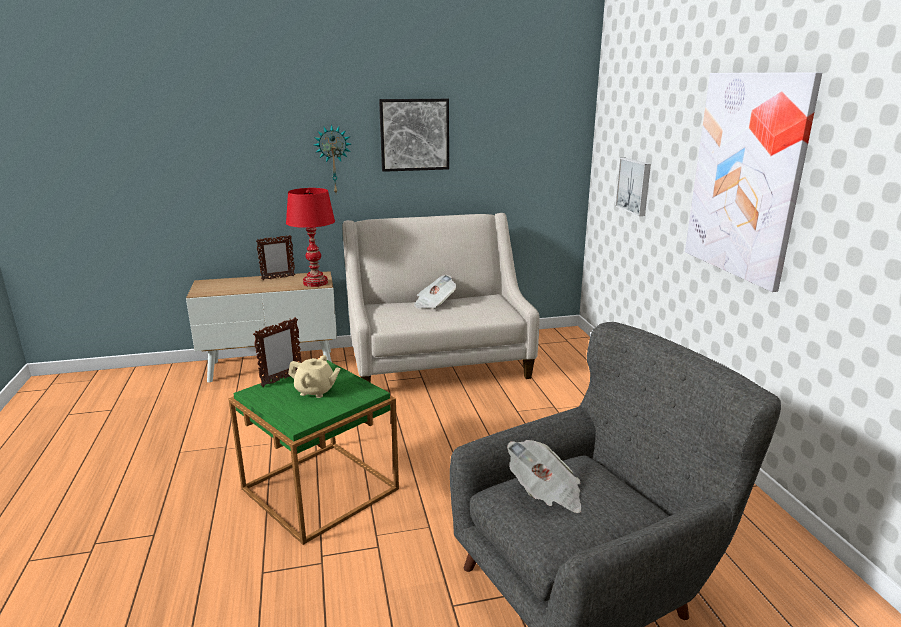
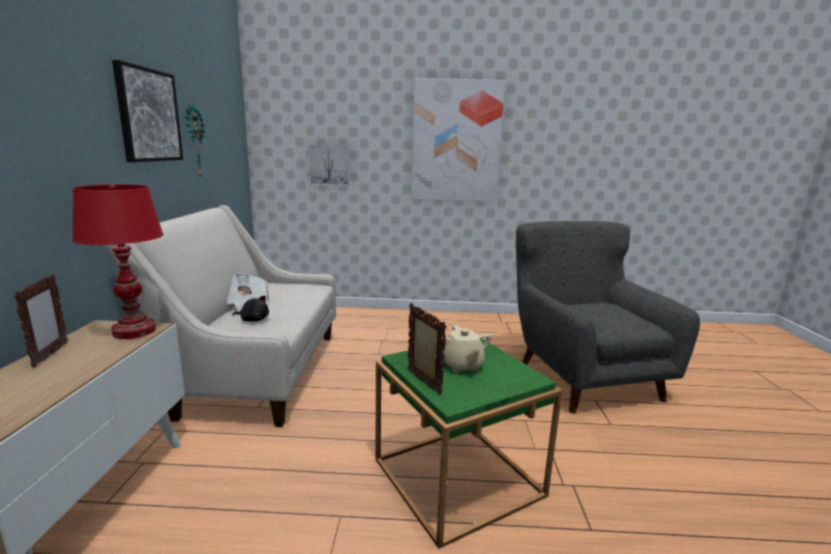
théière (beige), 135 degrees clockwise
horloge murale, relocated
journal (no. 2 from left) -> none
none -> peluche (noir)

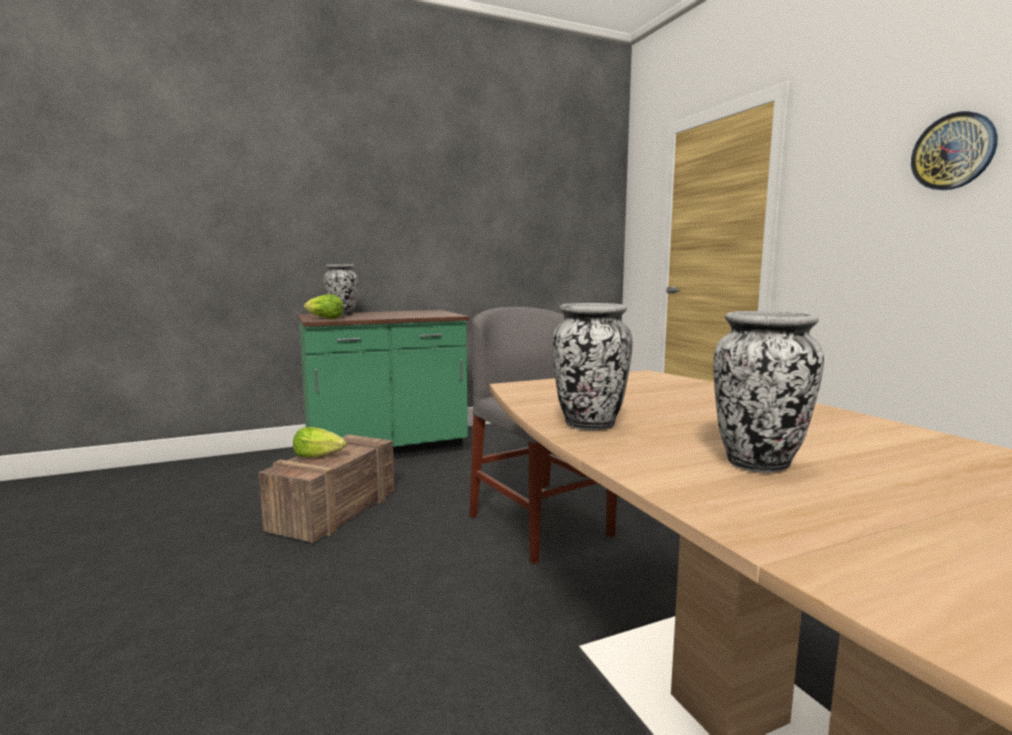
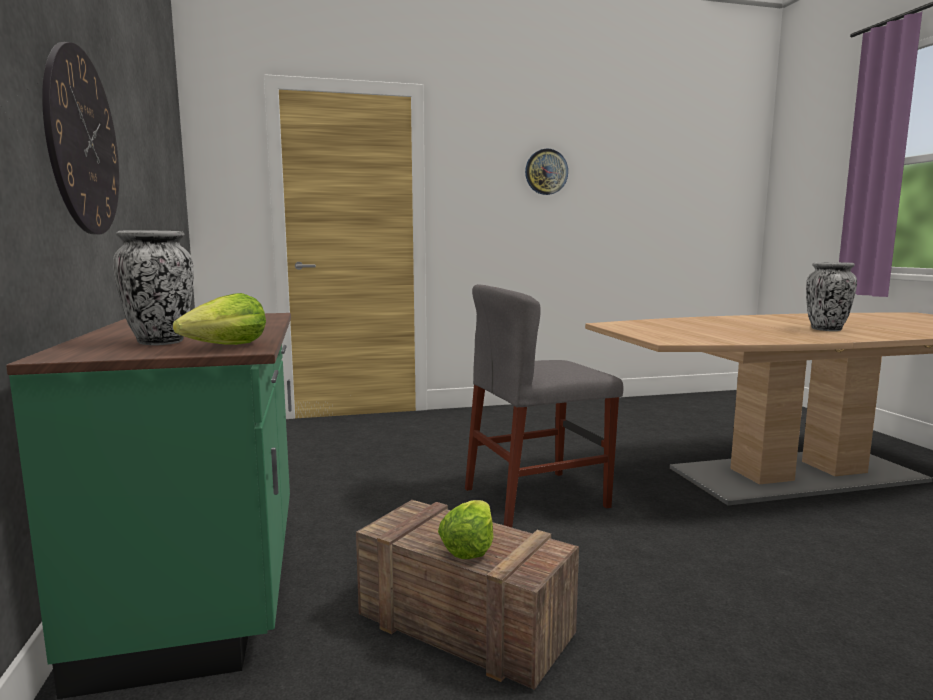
vase (no. 2 from left) -> none
none -> horloge murale (no. 1 from left)

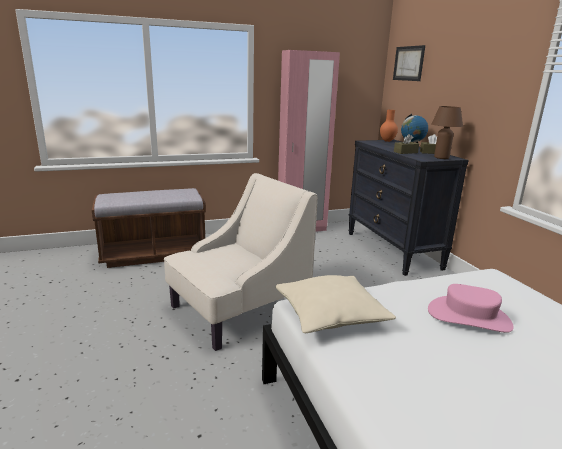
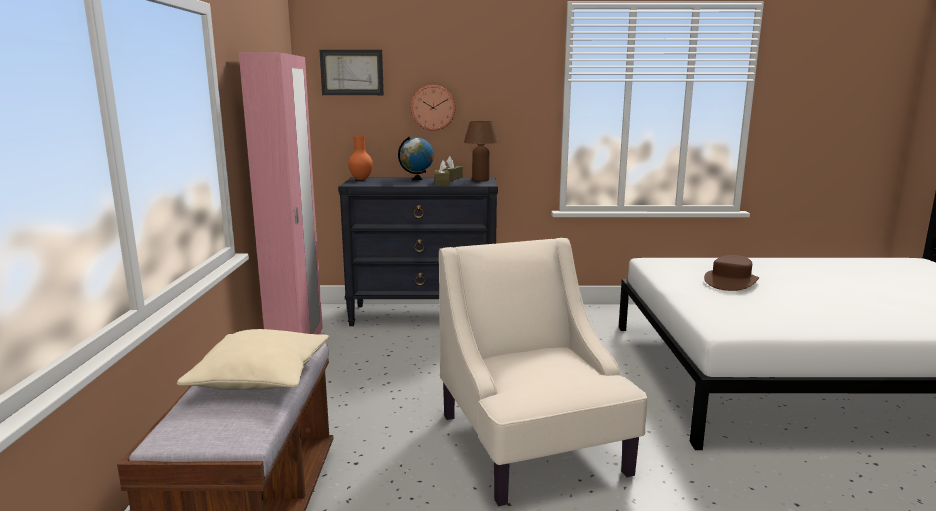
coussin (beige), relocated
chapeau (rose) -> chapeau (marron)
none -> horloge murale

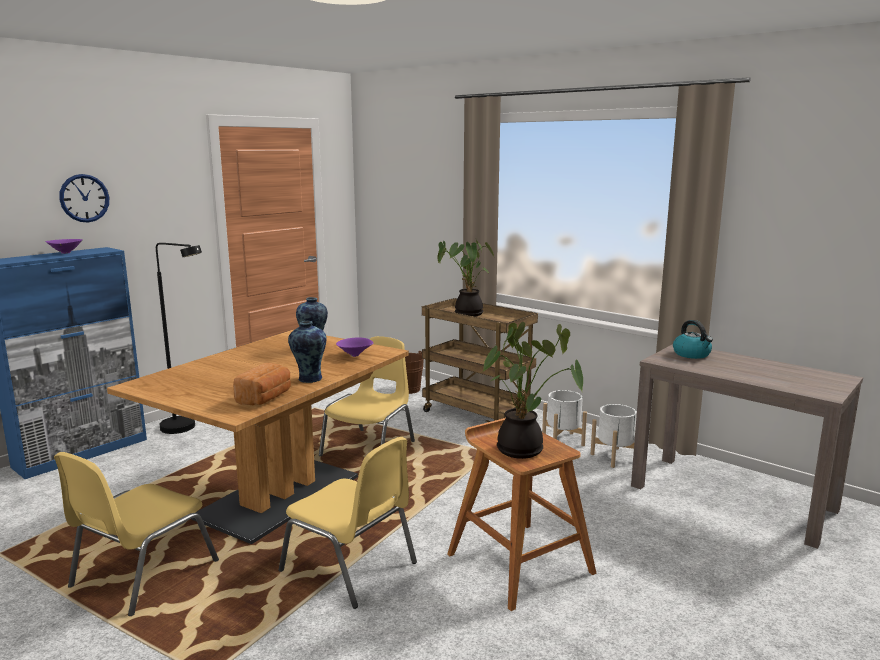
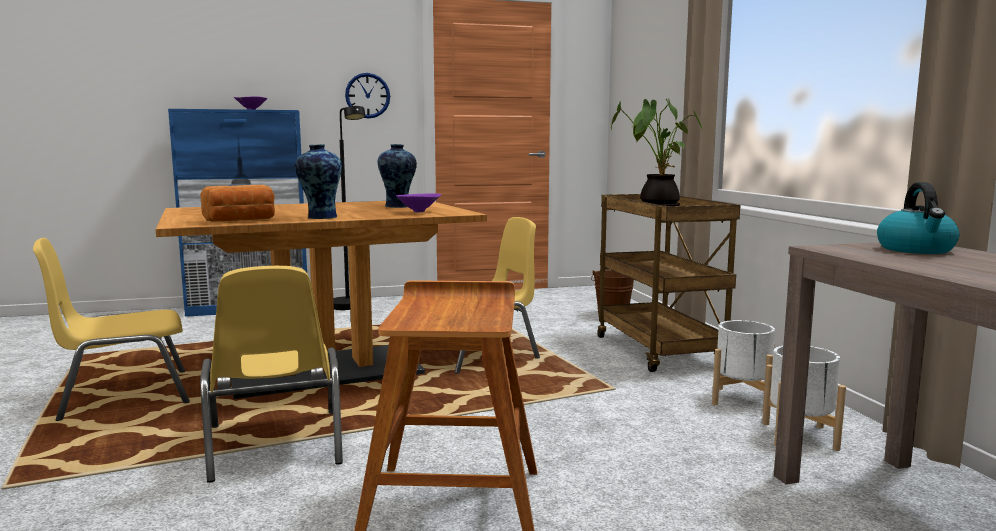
horloge murale, relocated
plante en pot (no. 2 from left) -> none

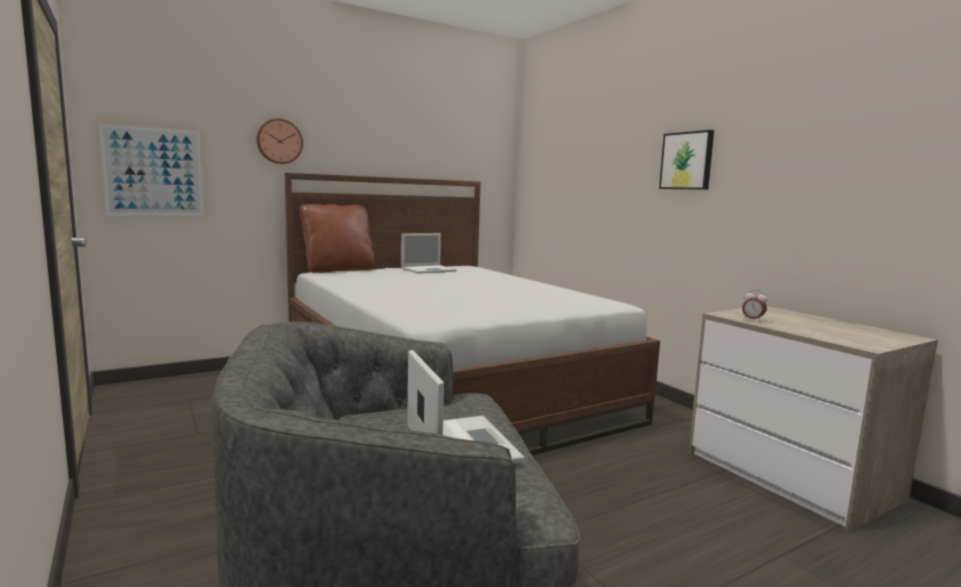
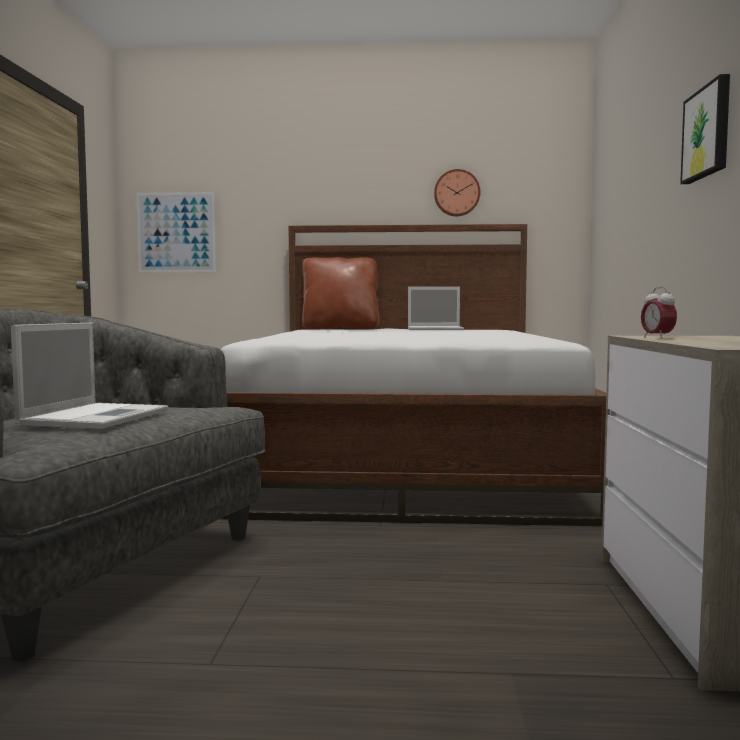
horloge murale, relocated

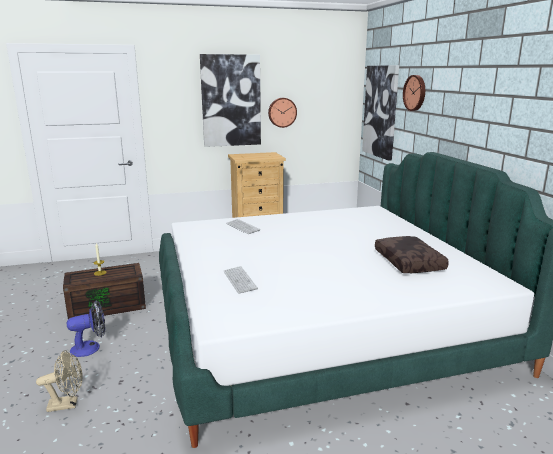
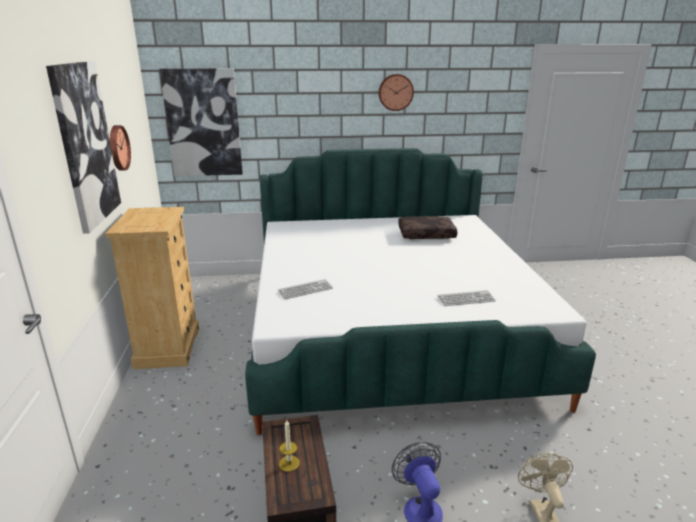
horloge murale (no. 2 from left), relocated

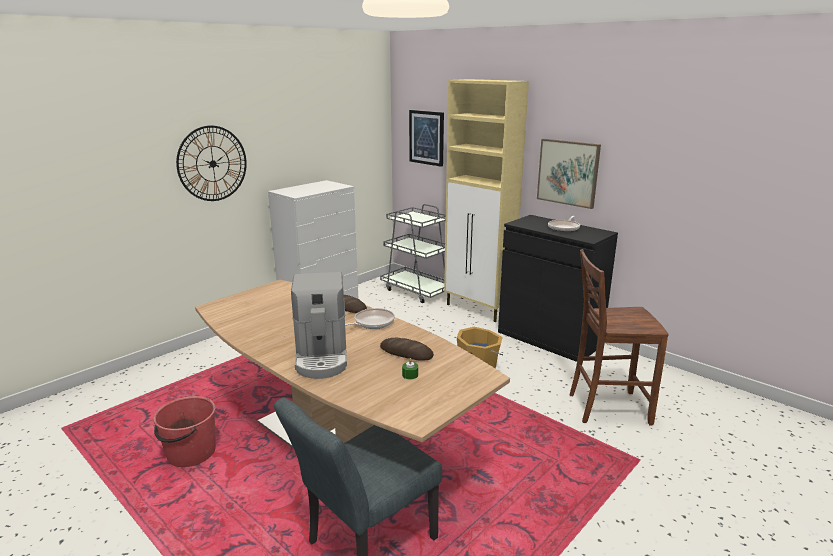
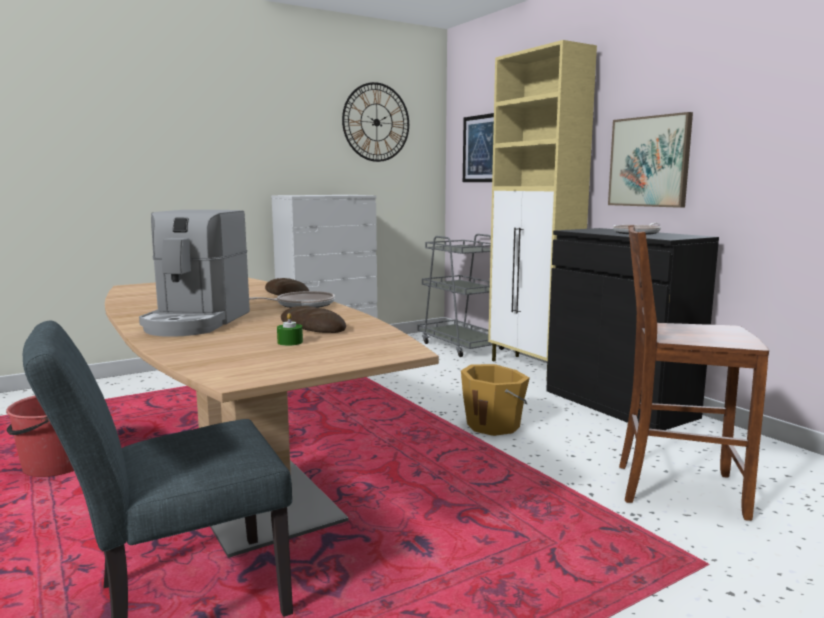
horloge murale, relocated

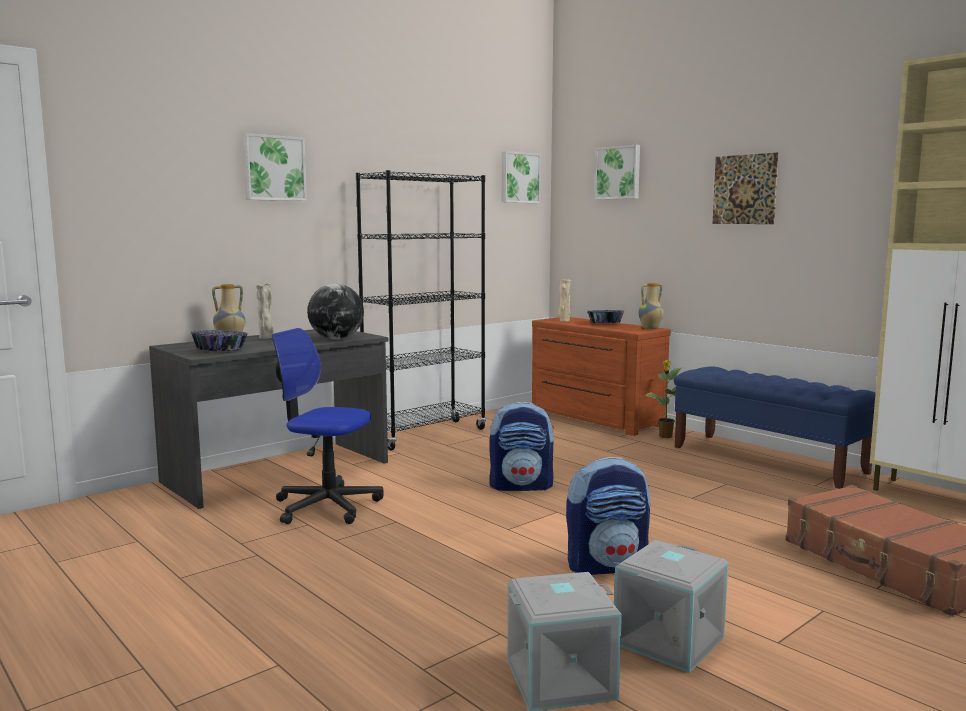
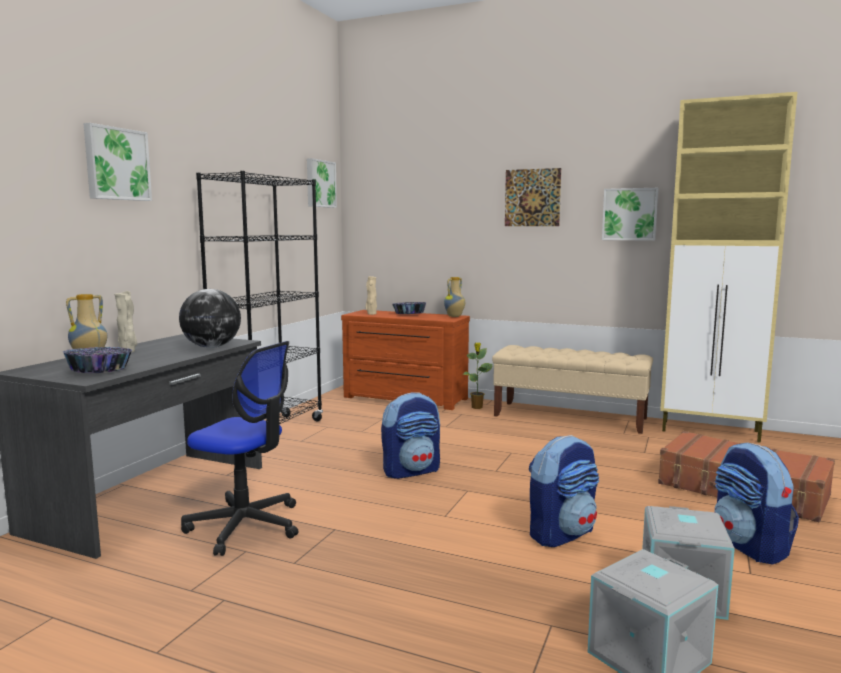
chaise de bureau, 150 degrees counterclockwise
tableau (no. 3 from left in the first image) -> tableau (no. 4 from left), relocated
banc (bleu) -> banc (beige)
none -> sac à dos (no. 3 from left)

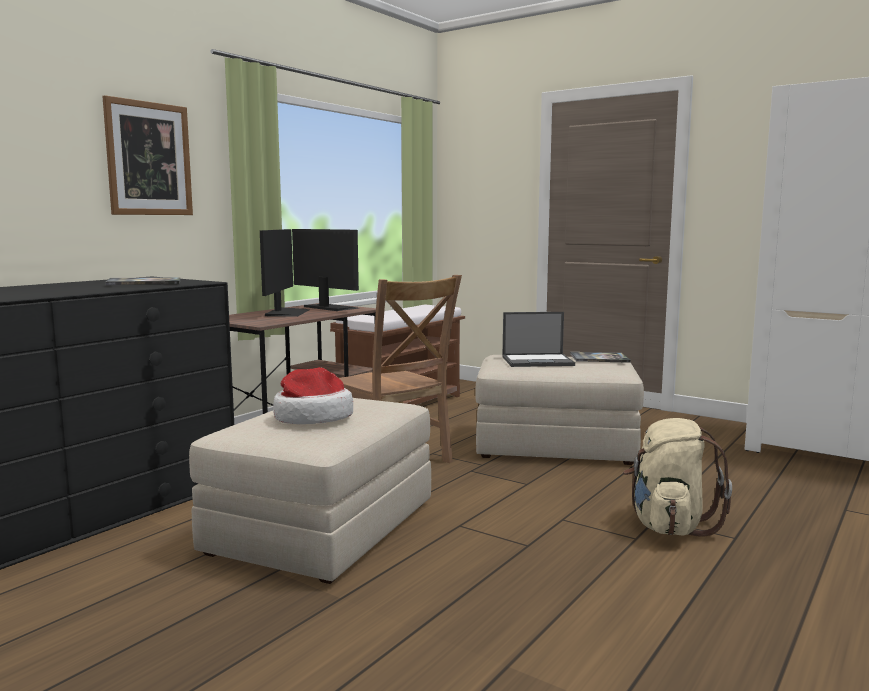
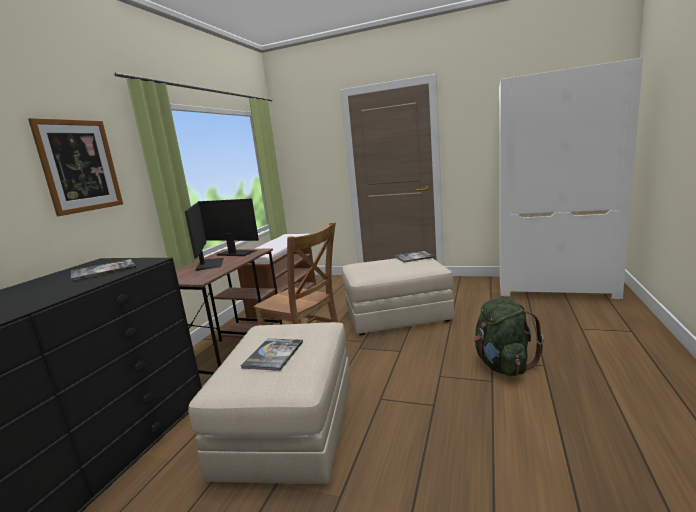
chapeau -> livre (no. 2 from left)
ordinateur portable -> none
sac à dos (beige) -> sac à dos (vert)

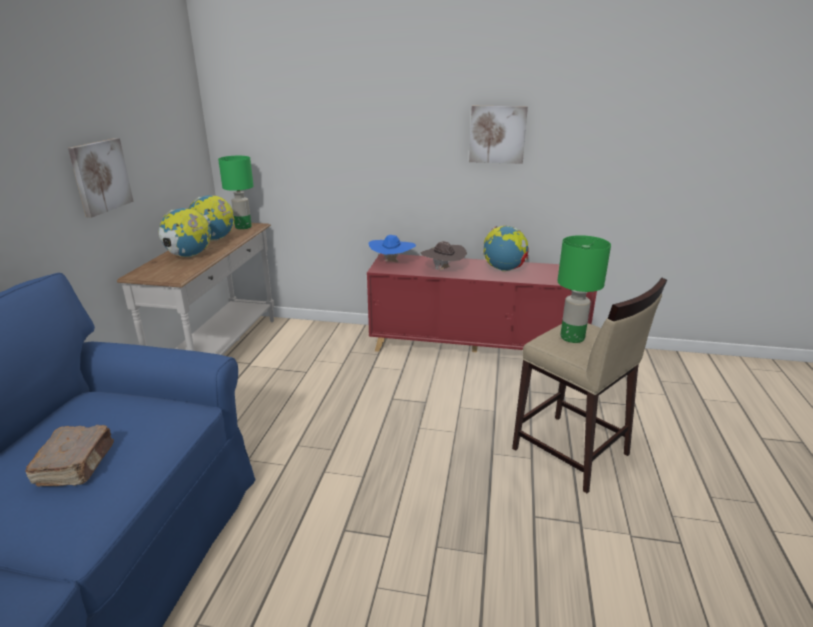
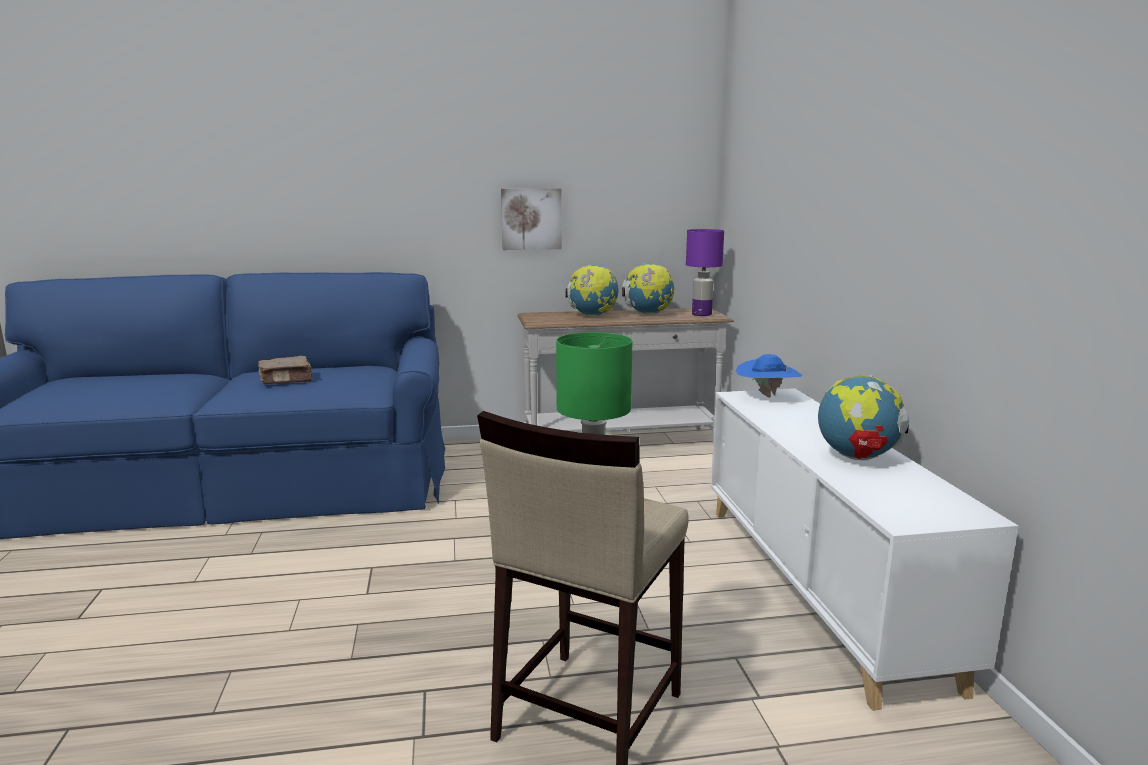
lampe de table (vert) (no. 1 from left) -> lampe de table (violet)
meuble de rangement (rouge) -> meuble de rangement (blanc)
chapeau (marron) -> none
tableau (no. 2 from left) -> none

